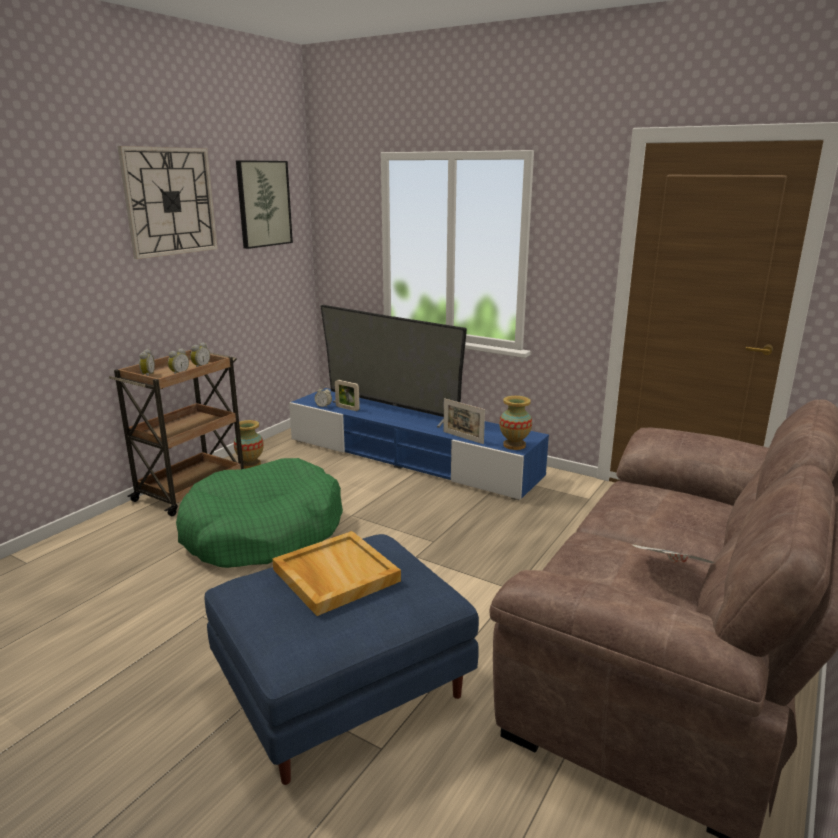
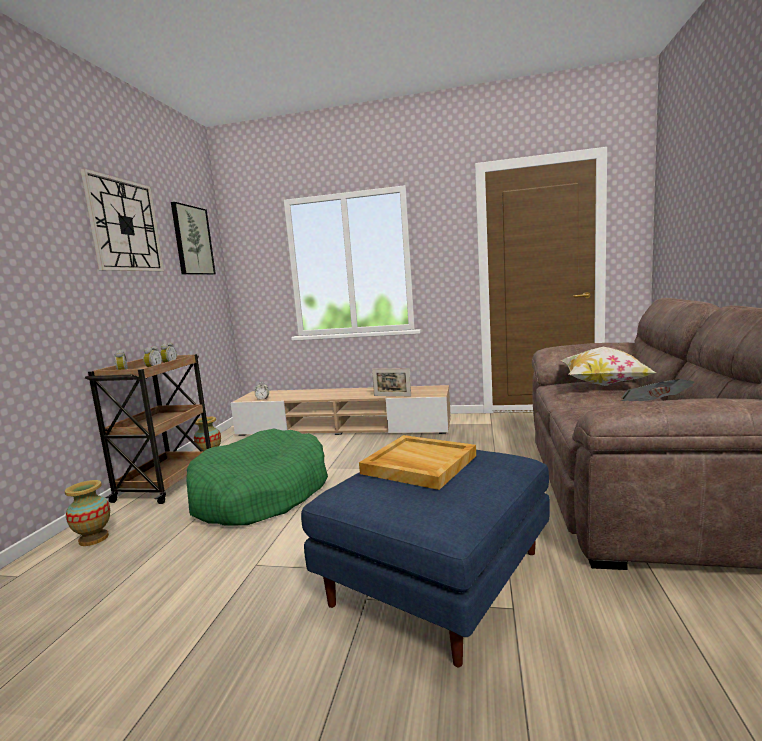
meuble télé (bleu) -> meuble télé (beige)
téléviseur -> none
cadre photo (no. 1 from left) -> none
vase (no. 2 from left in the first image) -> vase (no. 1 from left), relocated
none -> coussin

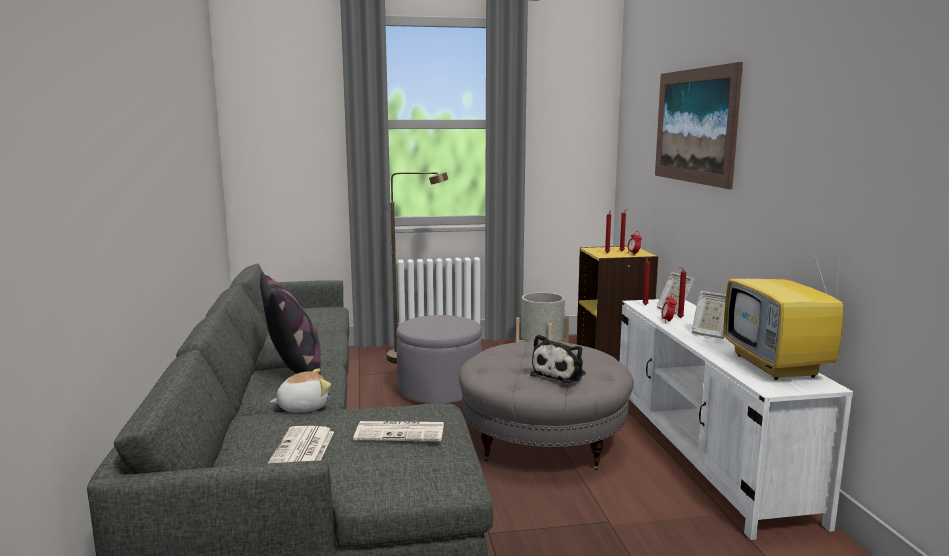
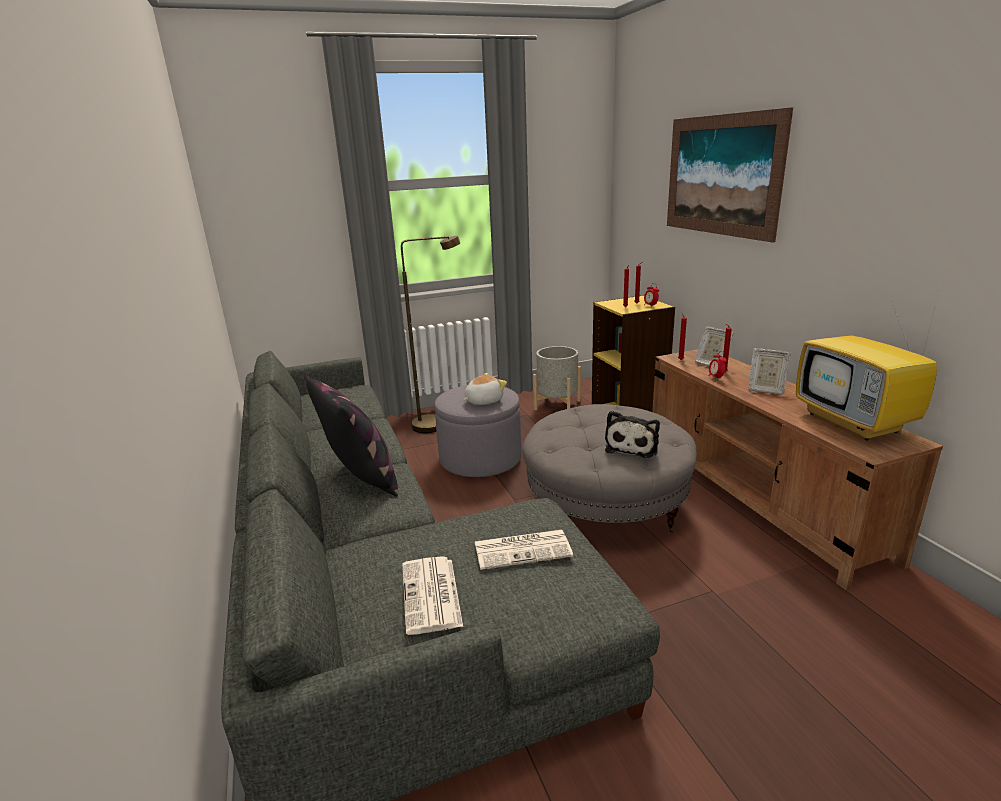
peluche (no. 1 from left), relocated
meuble télé (blanc) -> meuble télé (marron)

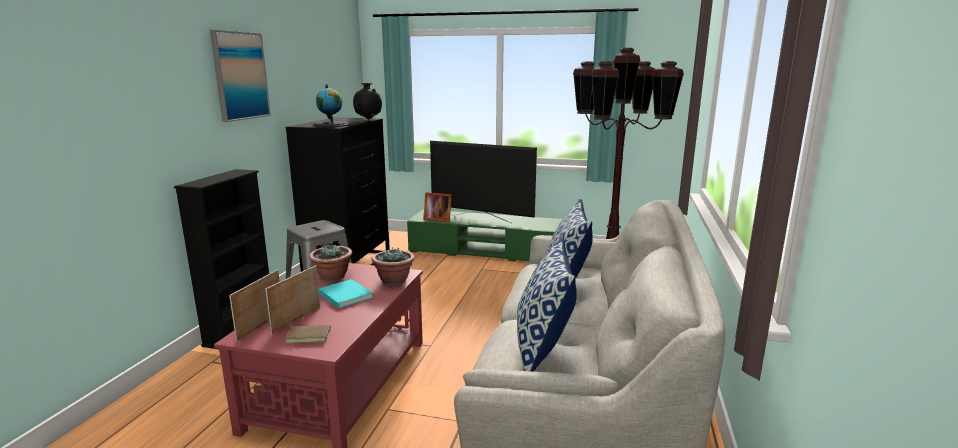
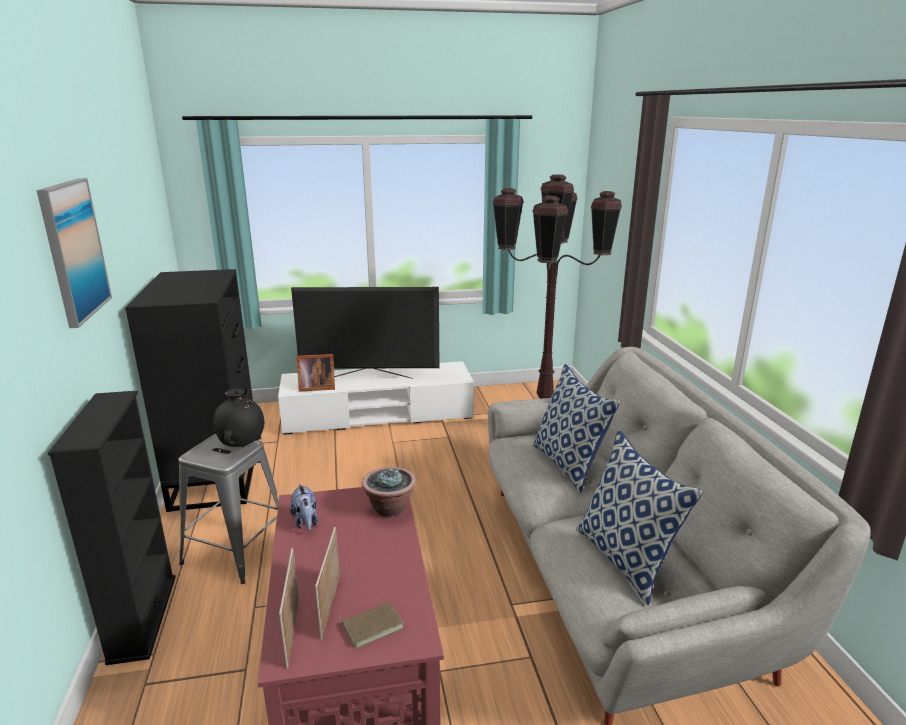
plante en pot (no. 1 from left) -> peluche
globe -> none
livre (turquoise) -> none
vase (noir), relocated
meuble télé (vert) -> meuble télé (blanc)

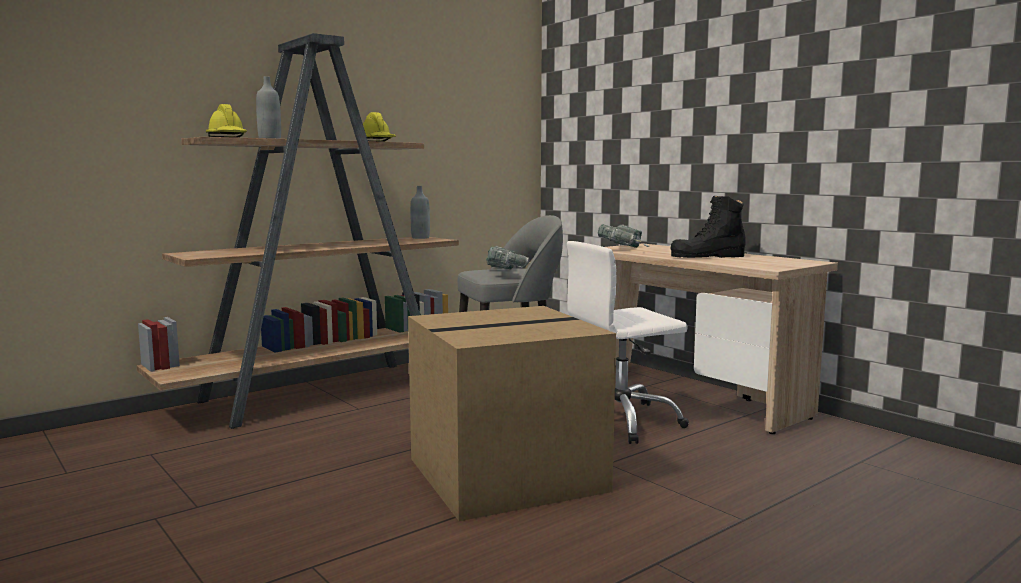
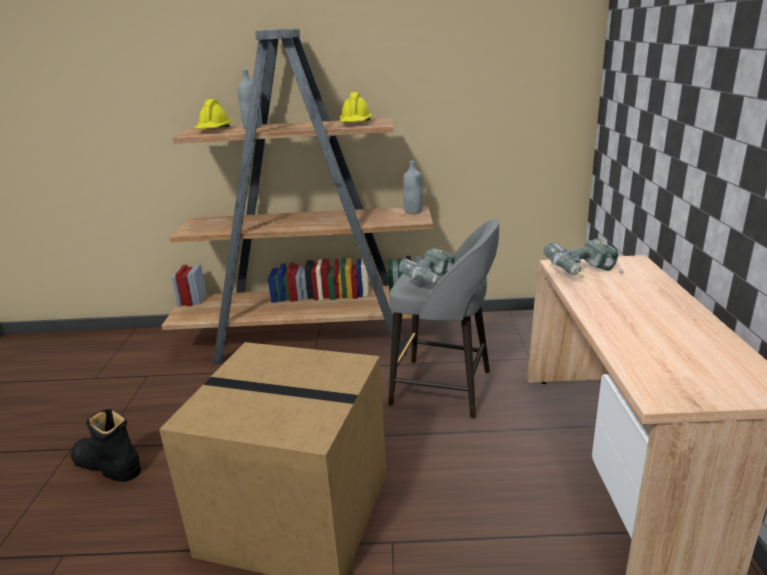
chaise de bureau (blanc) -> none
botte (noir), relocated

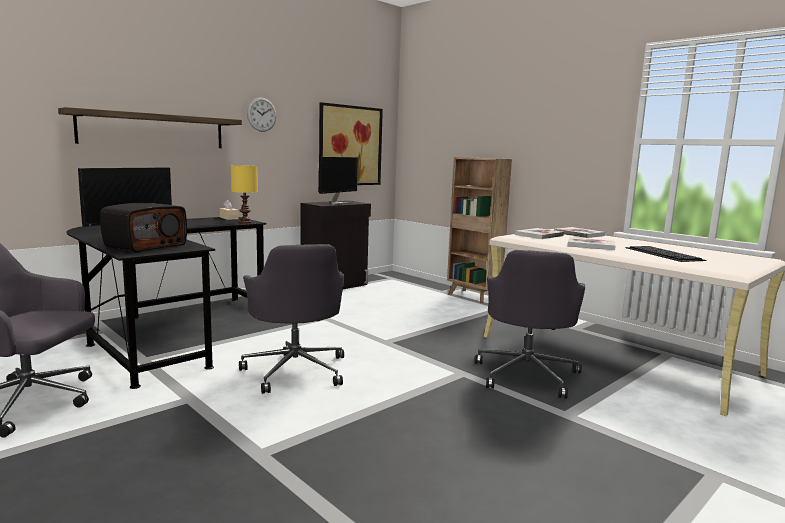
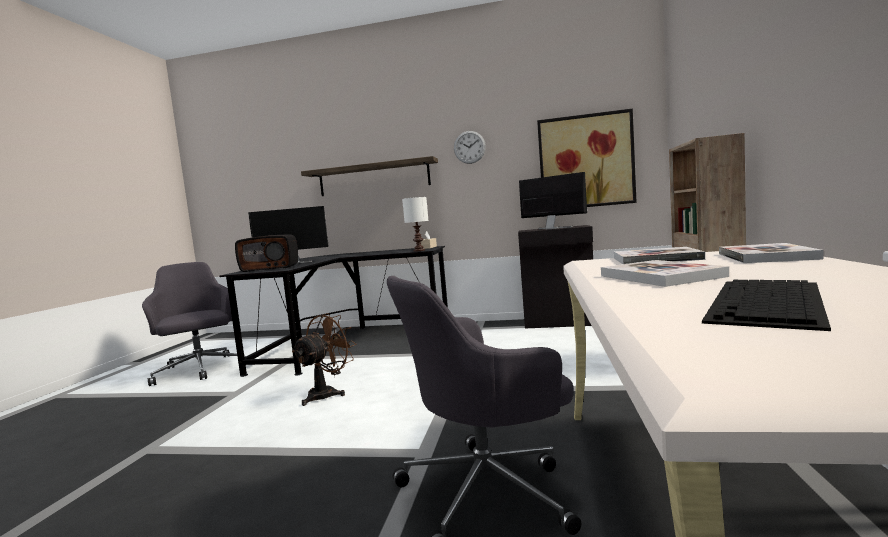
lampe de table (jaune) -> lampe de table (blanc)
chaise de bureau (gris) (no. 2 from left) -> ventilateur (marron)
écran d'ordinateur (no. 2 from left), 135 degrees counterclockwise

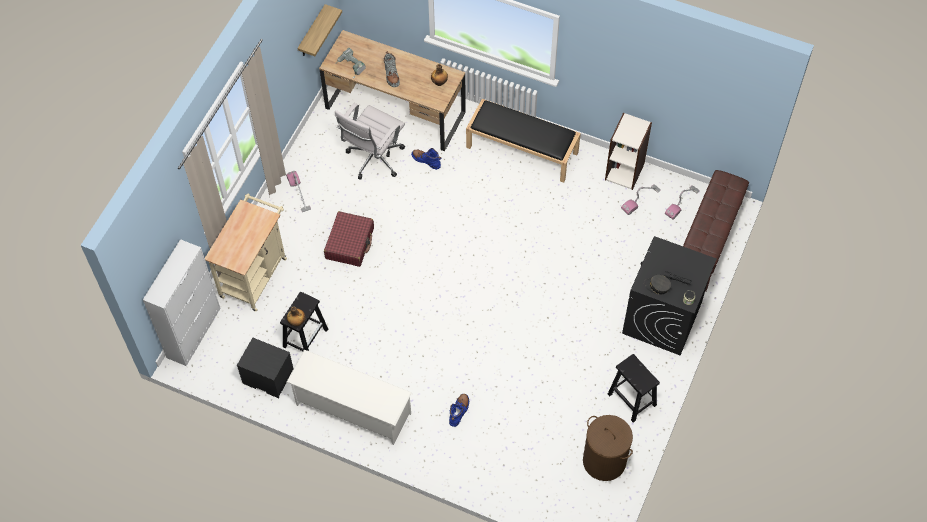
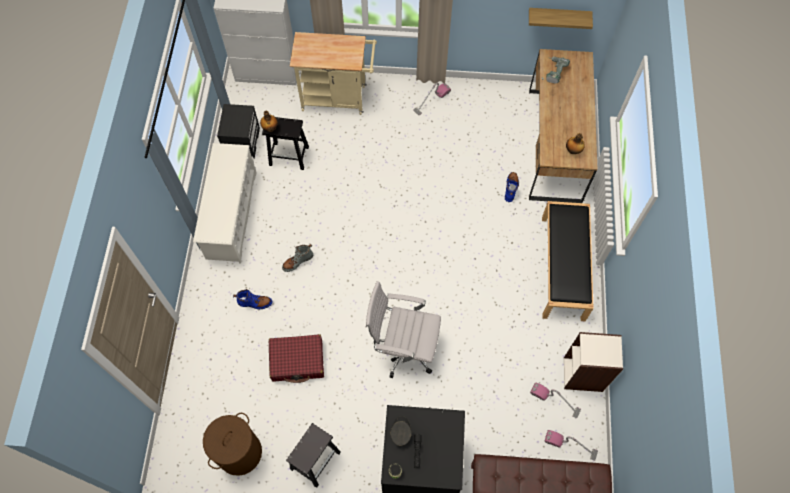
valise (rouge), relocated
chaise de bureau (blanc), relocated
botte (gris), relocated

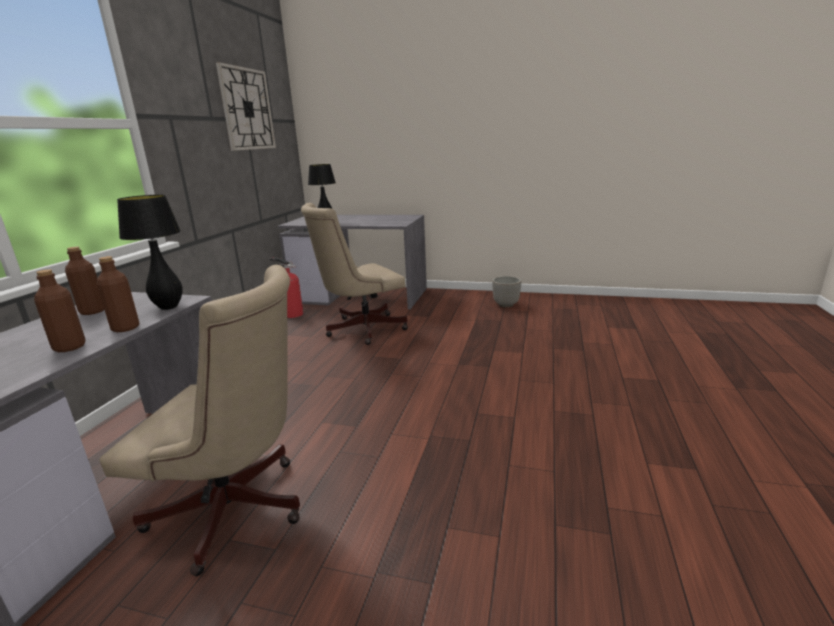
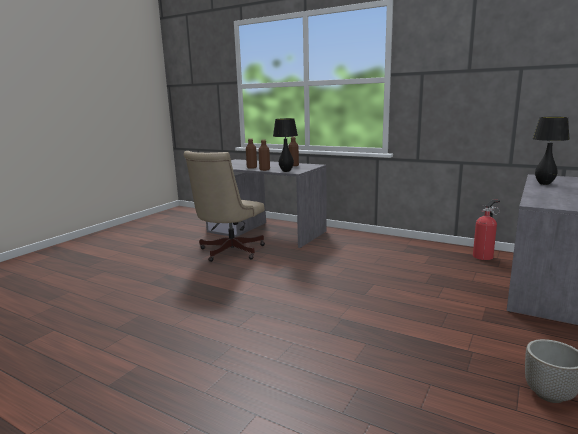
horloge murale -> none
chaise de bureau (beige) (no. 2 from left) -> none

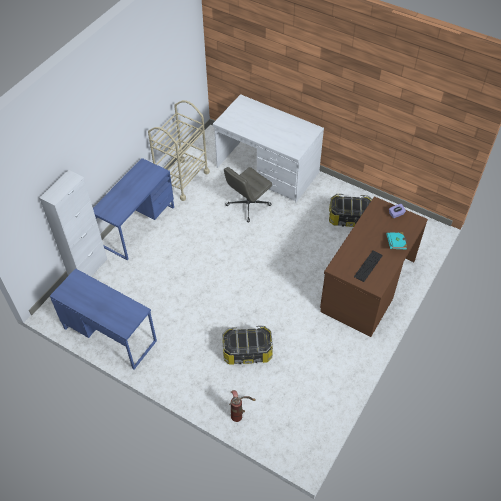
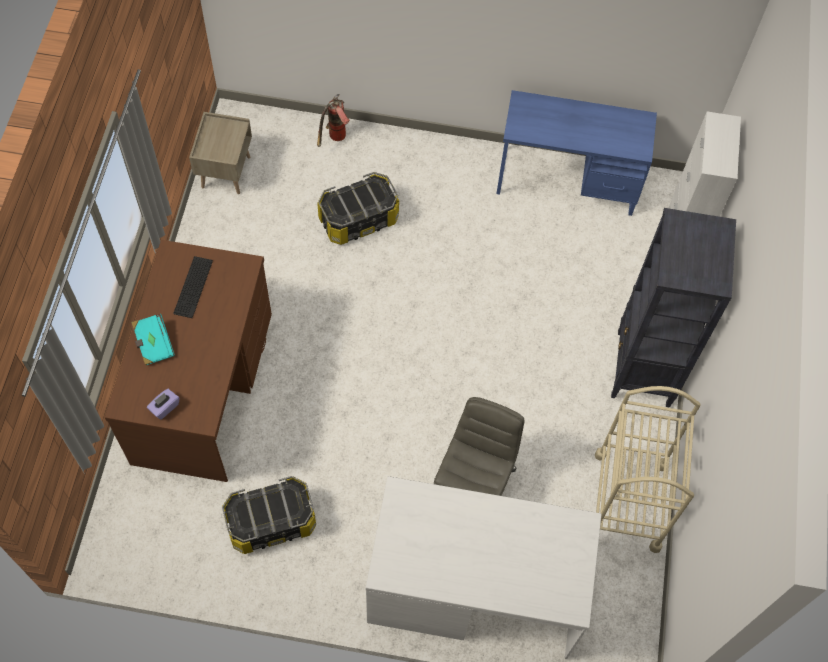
bureau (bleu) (no. 2 from left) -> bibliothèque (noir)
none -> table de chevet (beige)

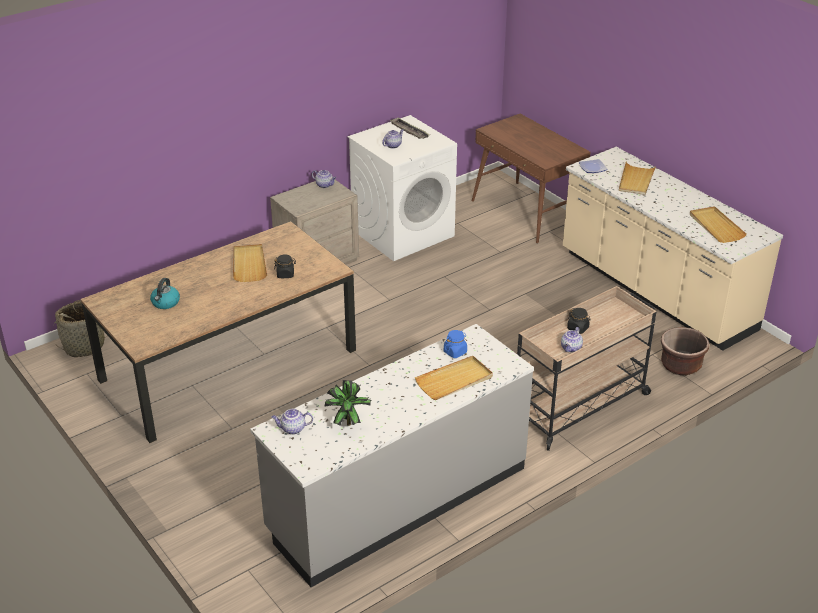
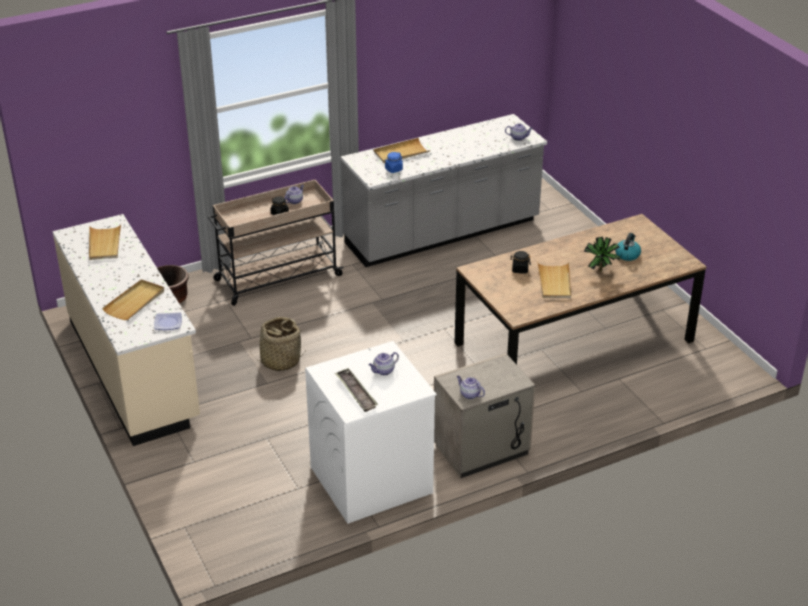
panier, relocated
plante en pot, relocated
bureau (marron) -> none

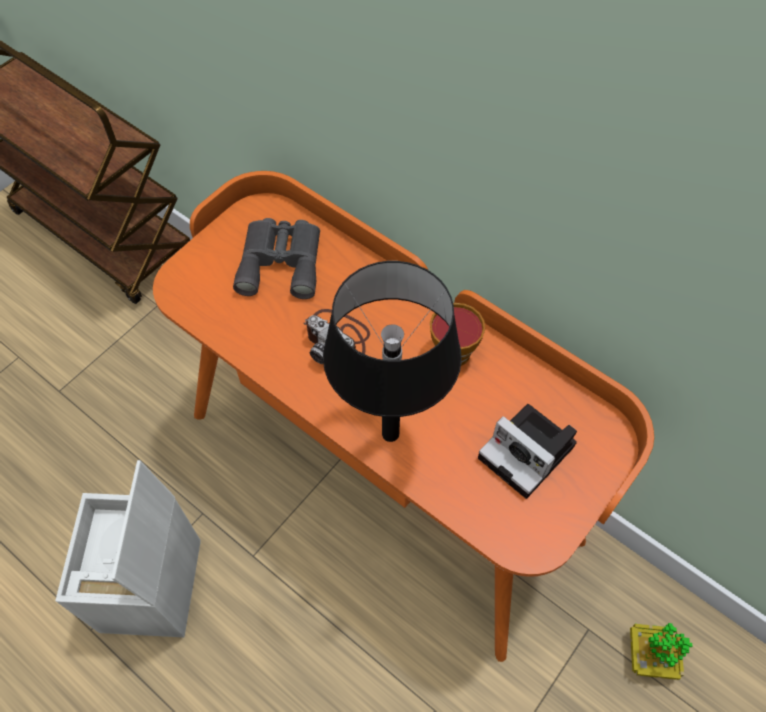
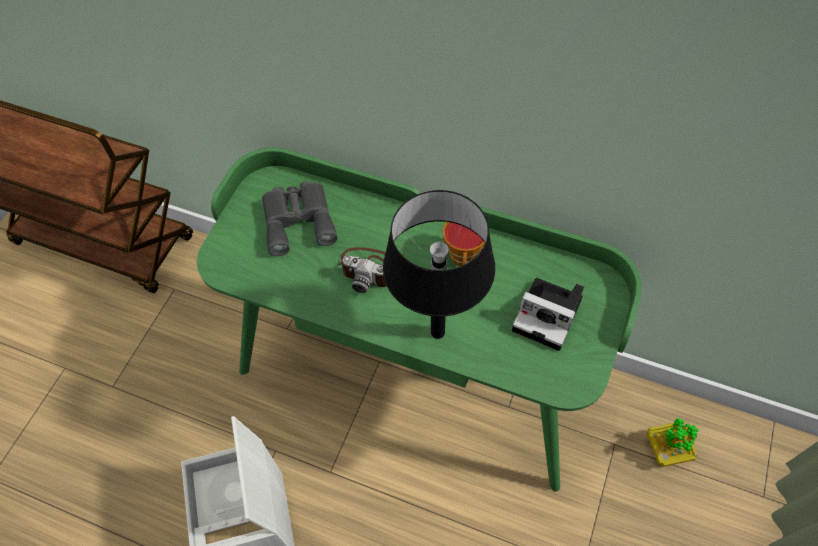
bureau (orange) -> bureau (vert)

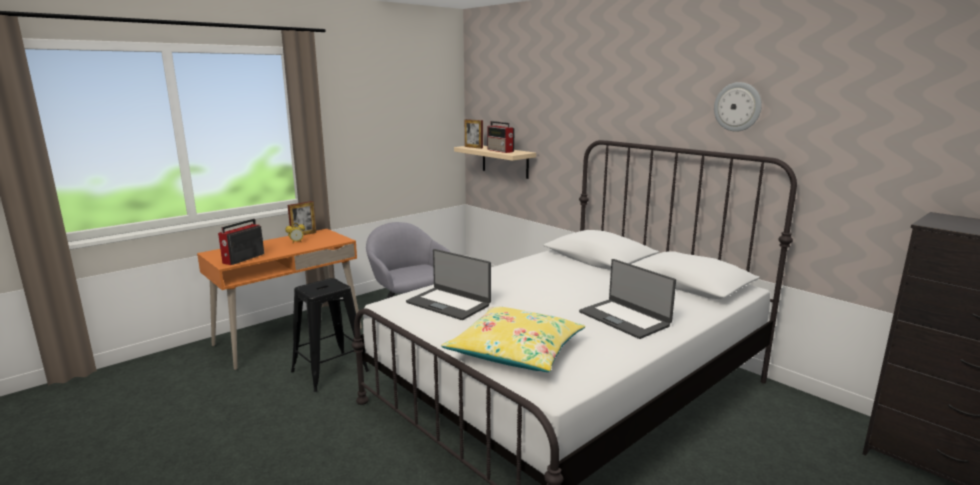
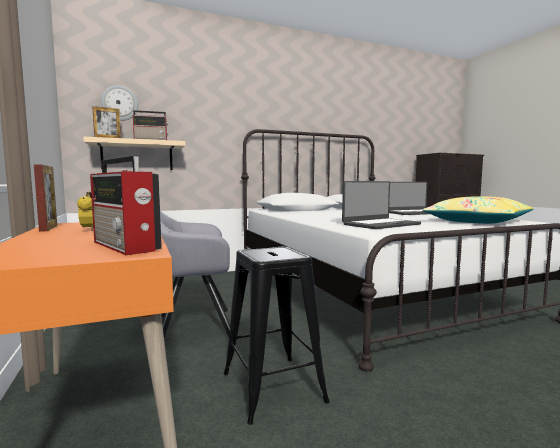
horloge murale, relocated

